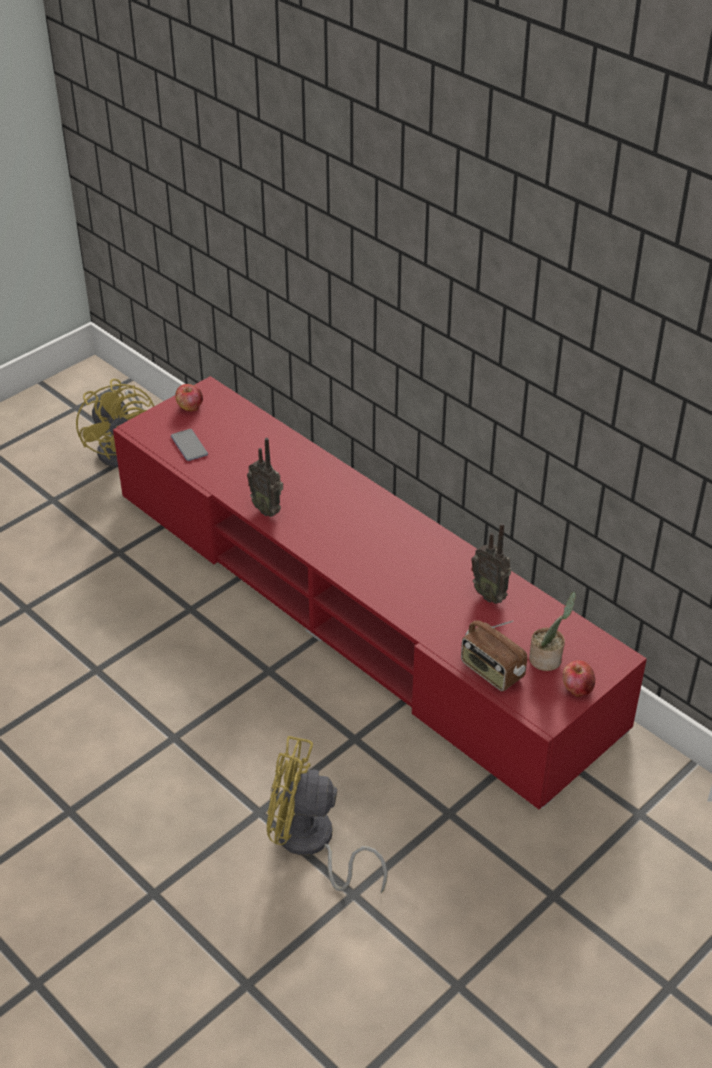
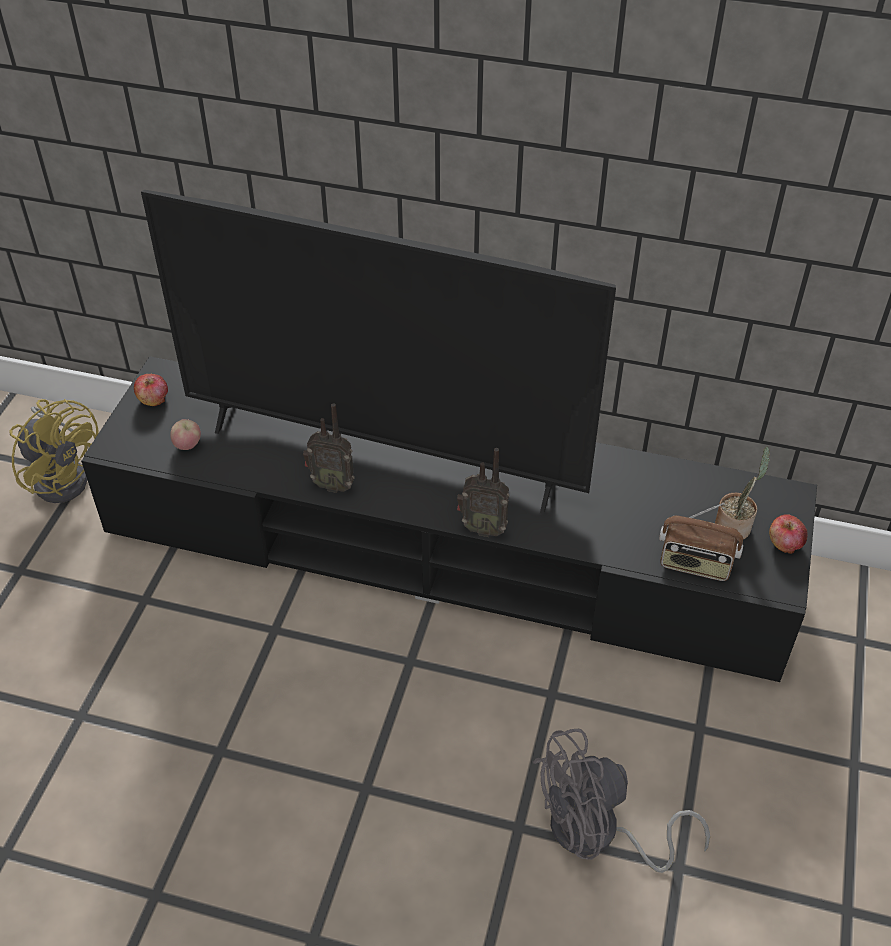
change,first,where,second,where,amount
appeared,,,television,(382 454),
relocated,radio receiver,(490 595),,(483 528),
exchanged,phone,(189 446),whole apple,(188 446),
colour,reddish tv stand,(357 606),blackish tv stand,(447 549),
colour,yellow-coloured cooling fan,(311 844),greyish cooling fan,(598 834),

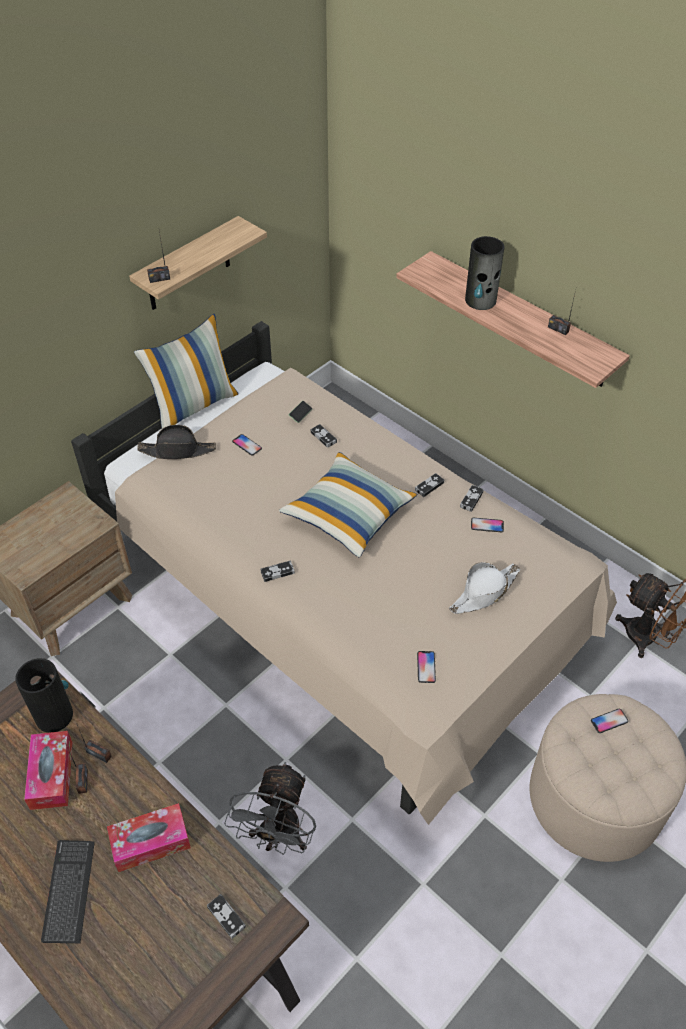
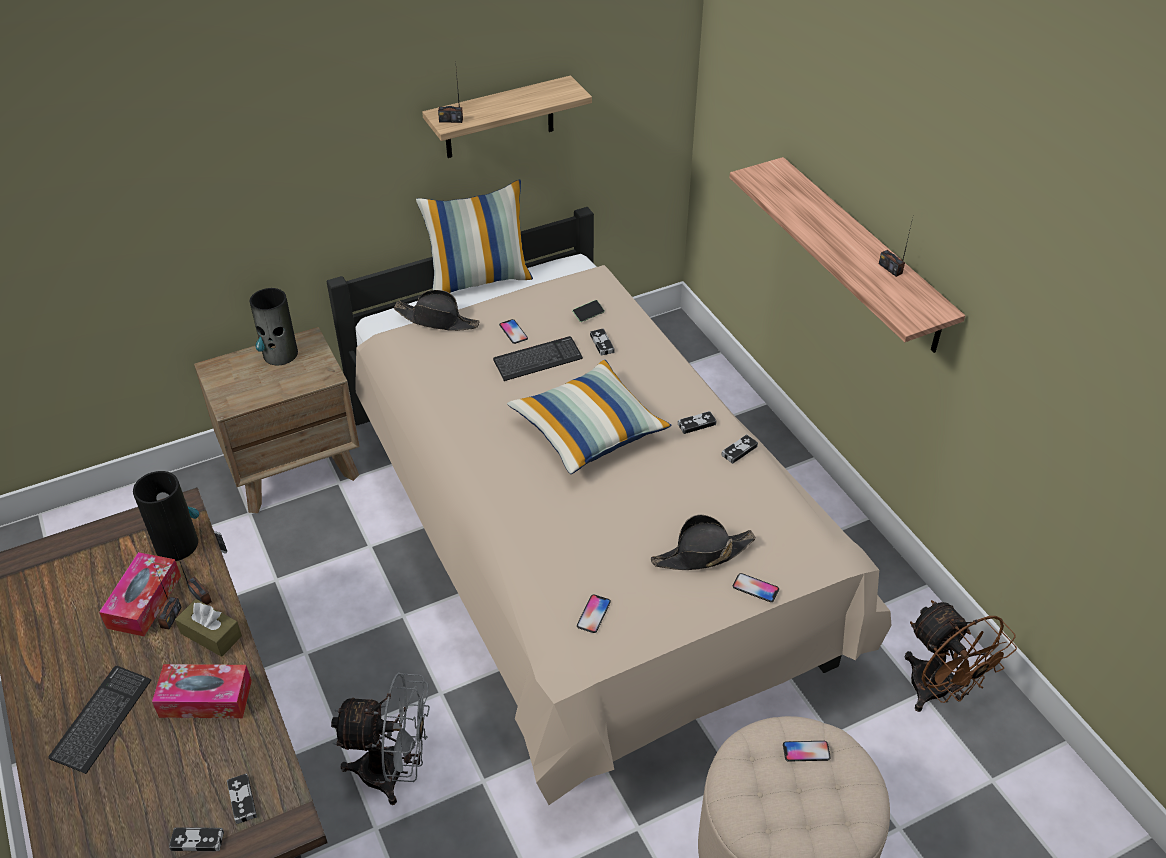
change,first,where,second,where,amount
appeared,,,brown box of tissues,(211 634),
appeared,,,PC keyboard,(537 360),
relocated,joypad,(277 572),,(197 841),
relocated,vase,(481 300),,(280 354),
relocated,phone,(487 525),,(755 588),
colour,white-coloured clothing hat,(484 593),blackish clothing hat,(702 554),
spun,greyish cooling fan,(278 837),,(394 772),120 degrees counterclockwise

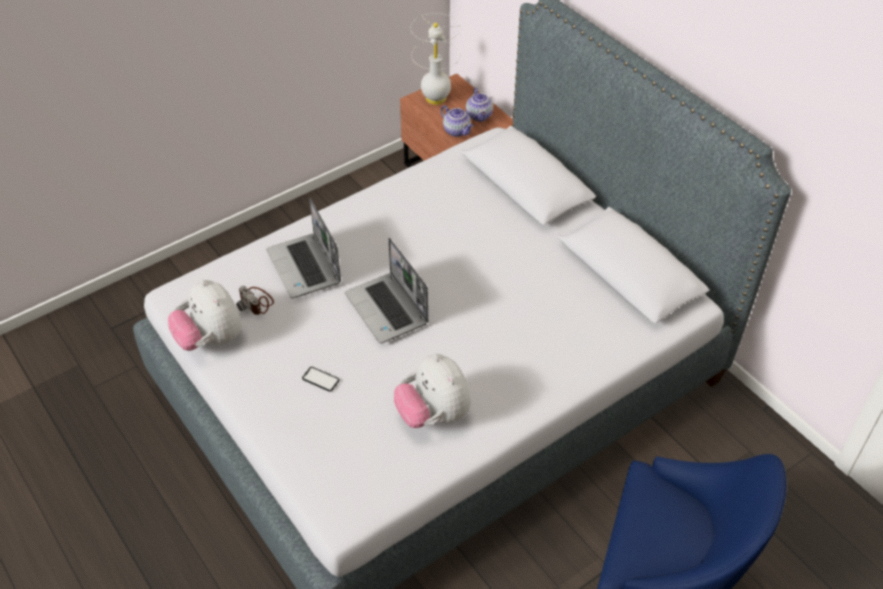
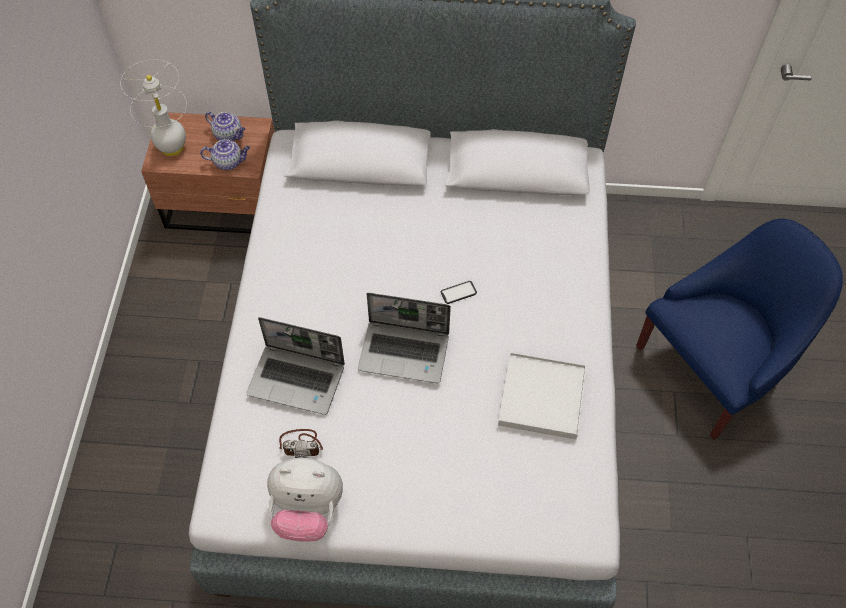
change,first,where,second,where,amount
relocated,phone,(320 379),,(458 292),
exchanged,plush toy,(433 414),white-coloured serving tray,(542 397),

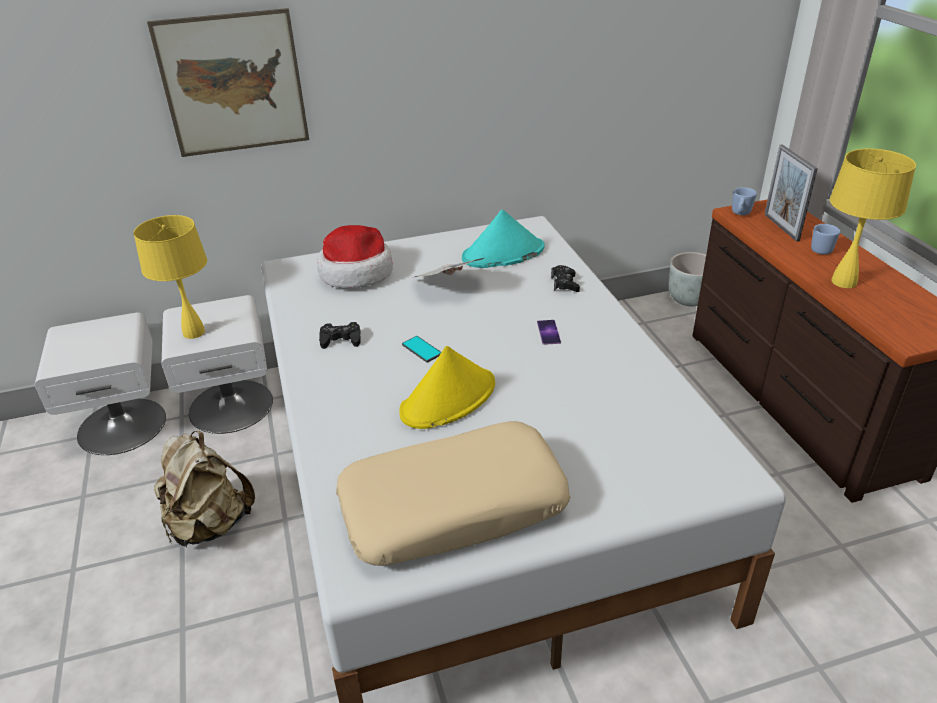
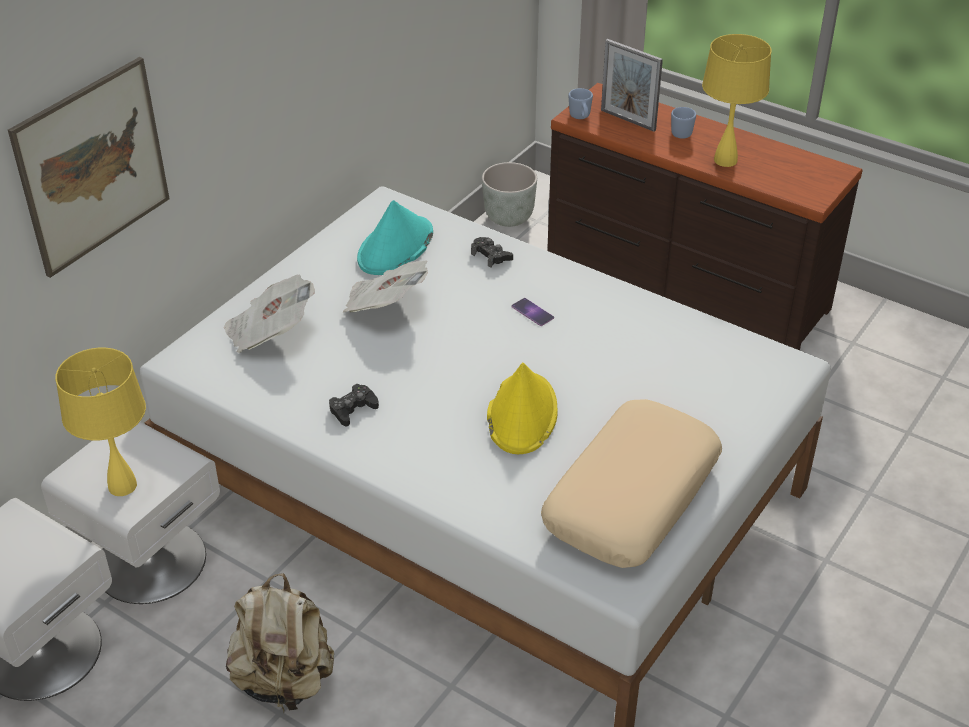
change,first,where,second,where,amount
missing,phone,(422 349),,,
exchanged,clothing hat,(356 272),daily paper,(270 332),

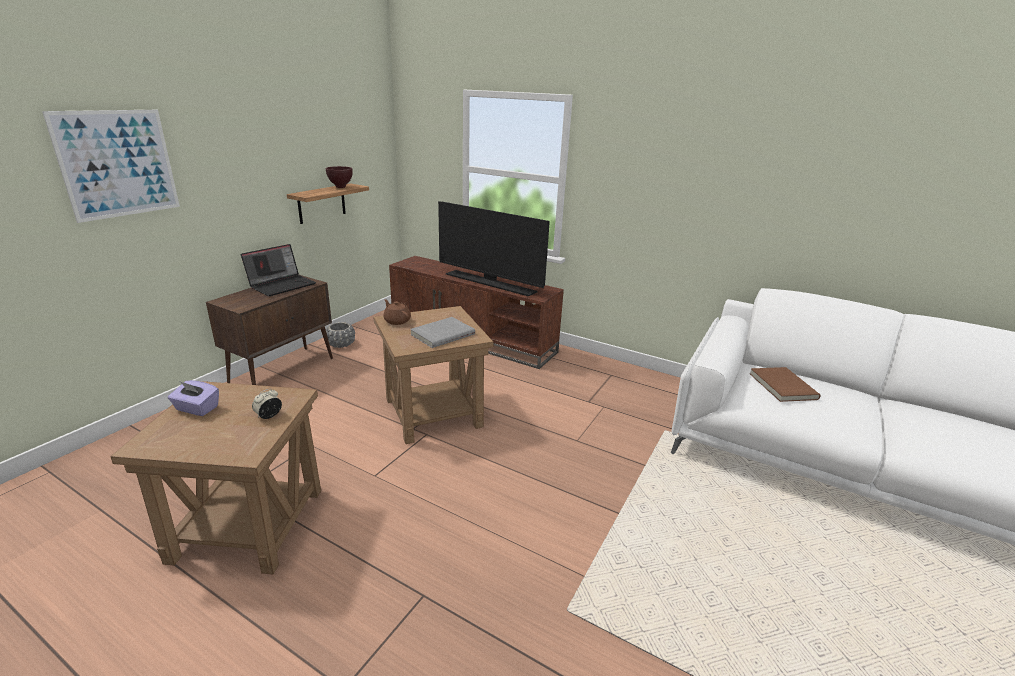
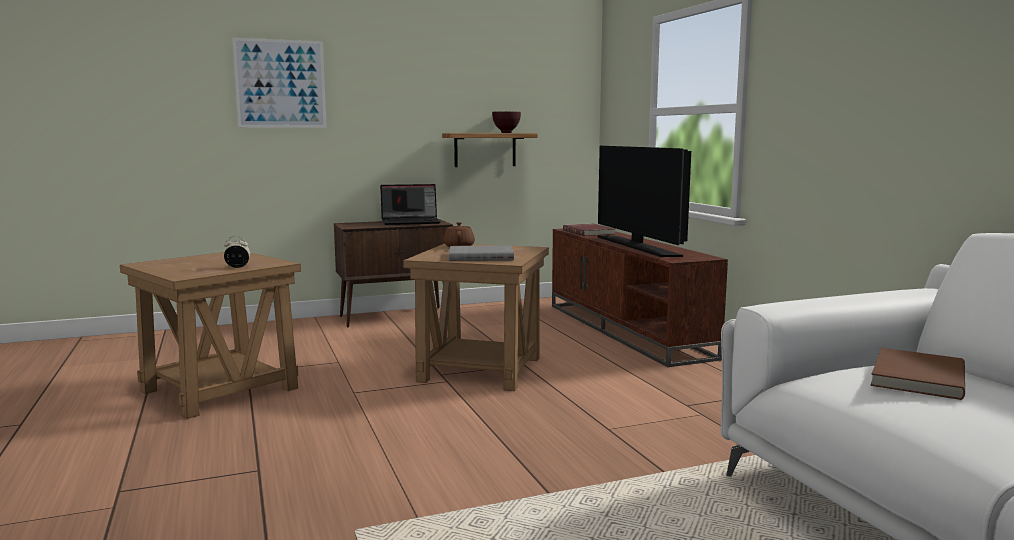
change,first,where,second,where,amount
missing,purple-coloured box of tissues,(197 408),,,
missing,greyish planter,(341 344),,,
appeared,,,reddish volume,(589 232),

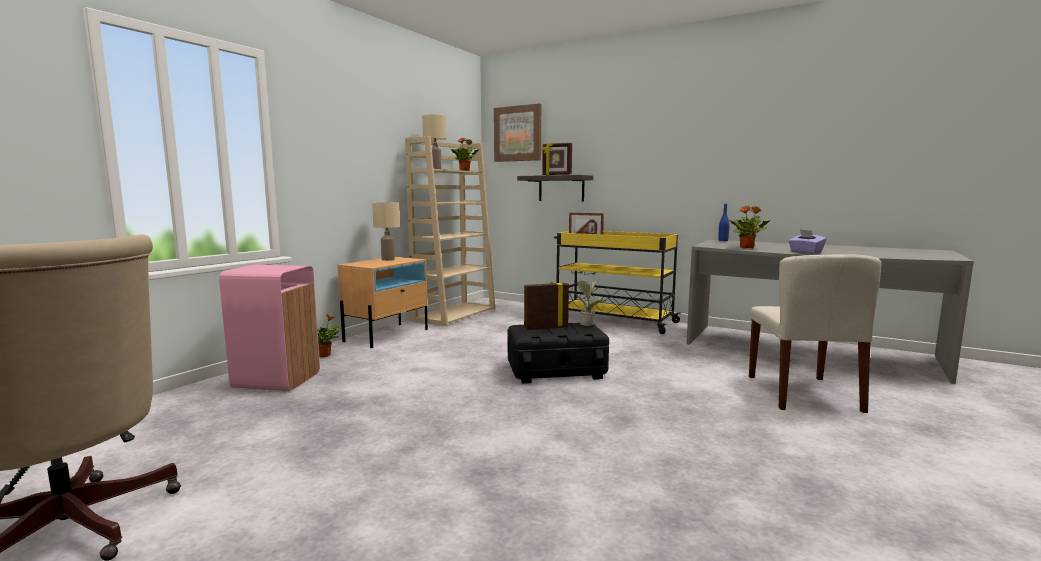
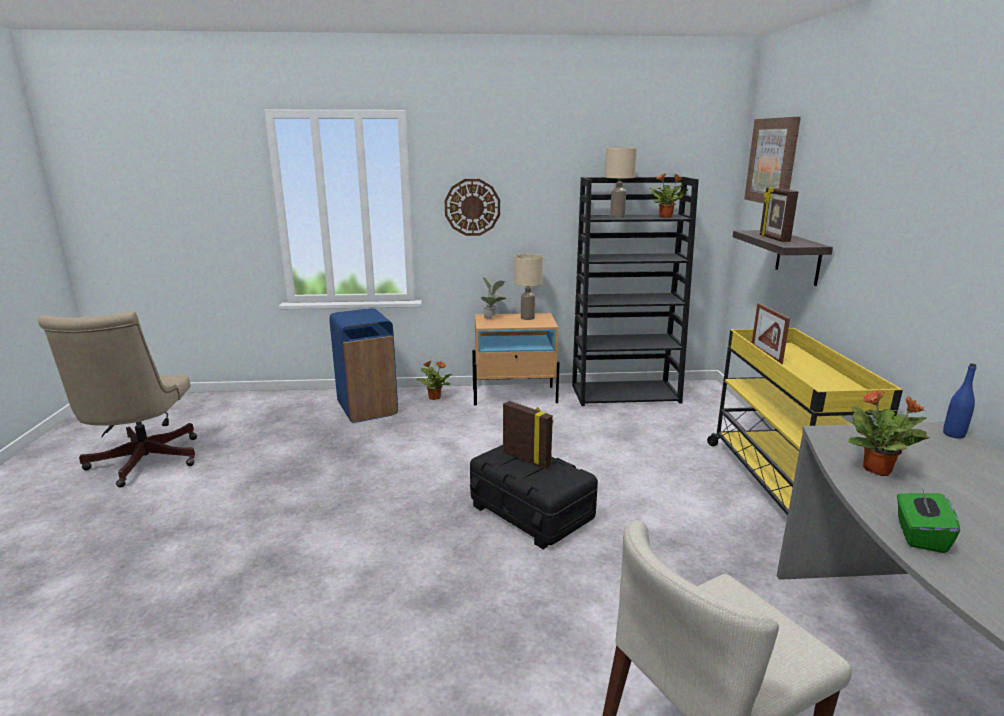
change,first,where,second,where,amount
appeared,,,clock on the wall,(472 207),
relocated,houseplant,(589 323),,(493 317),
colour,pink-coloured trash can,(277 381),bluish trash can,(367 409),
colour,beige-coloured bookshelf,(455 314),blackish bookshelf,(626 393),
colour,purple-coloured box of tissues,(805 252),green-coloured box of tissues,(919 535),

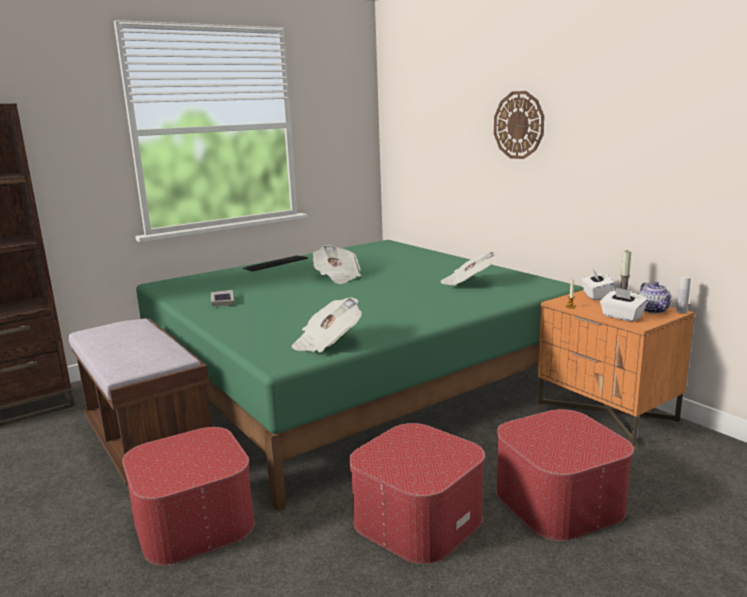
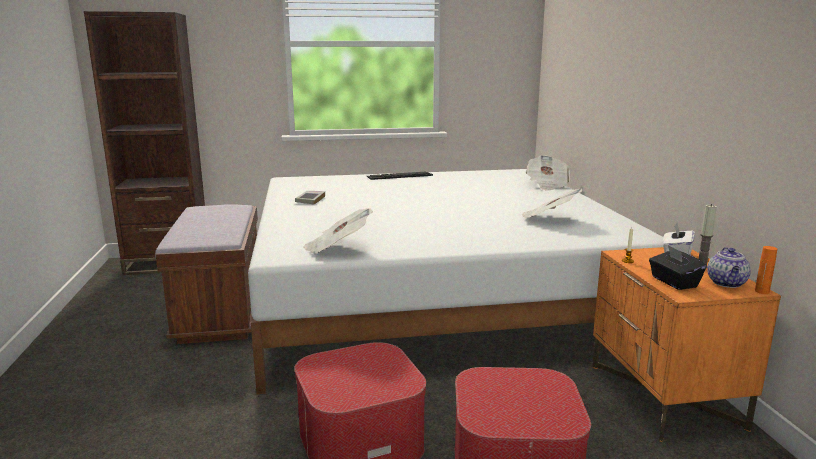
change,first,where,second,where,amount
missing,footrest,(193 521),,,
missing,clock on the wall,(518 125),,,
relocated,daily paper,(337 277),,(547 185),
colour,green-coloured sleeping bed,(353 378),white-coloured sleeping bed,(432 297),
colour,white-coloured box of tissues,(621 317),blackish box of tissues,(673 282),
colour,white-coloured drink bottle,(681 312),orange-coloured drink bottle,(762 291),

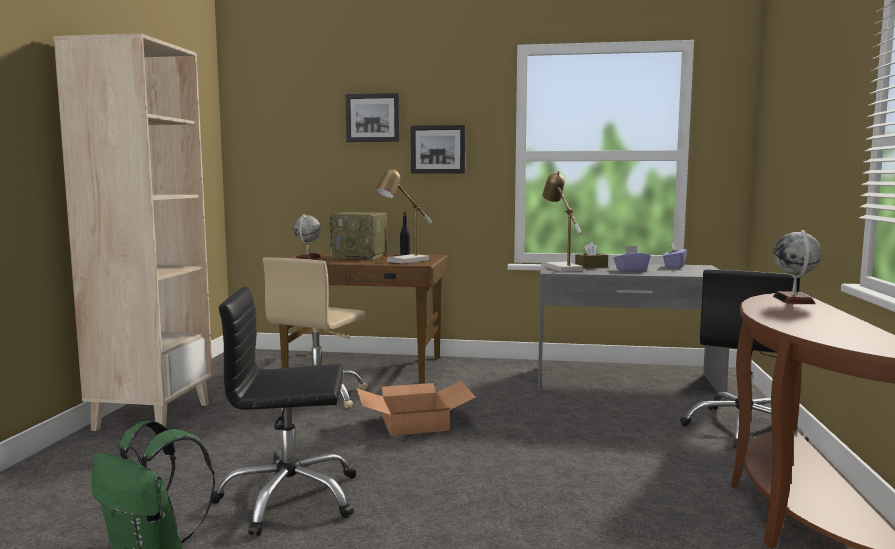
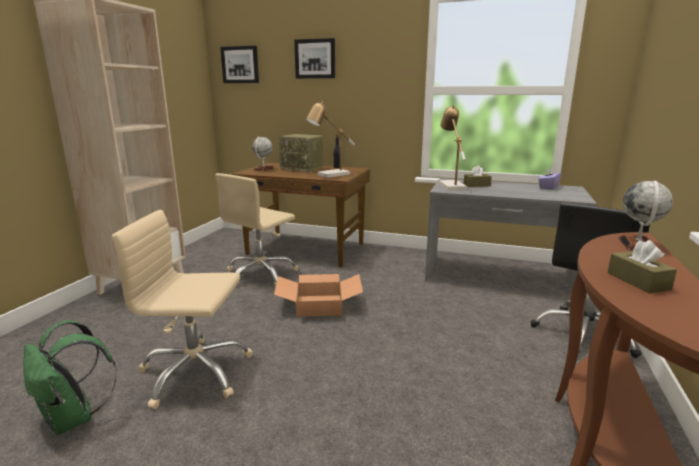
change,first,where,second,where,amount
missing,purple-coloured box of tissues,(631 270),,,
appeared,,,brown box of tissues,(638 281),
relocated,wall art,(438 149),,(240 65),
colour,blackish office chair,(289 498),beige-coloured office chair,(195 372),

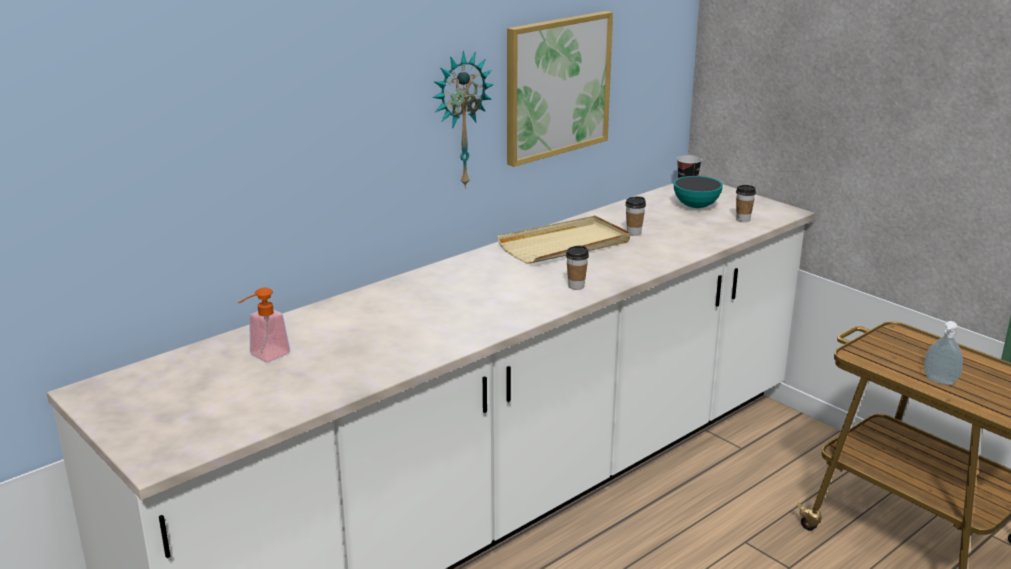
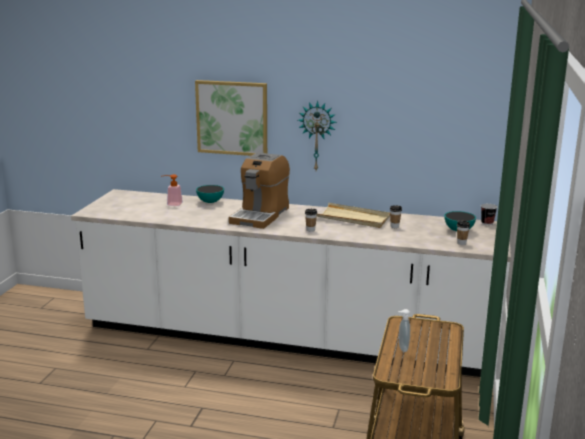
change,first,where,second,where,amount
appeared,,,serving bowl,(210 202),
appeared,,,coffee maker,(260 215),
relocated,wall art,(556 86),,(232 118),

